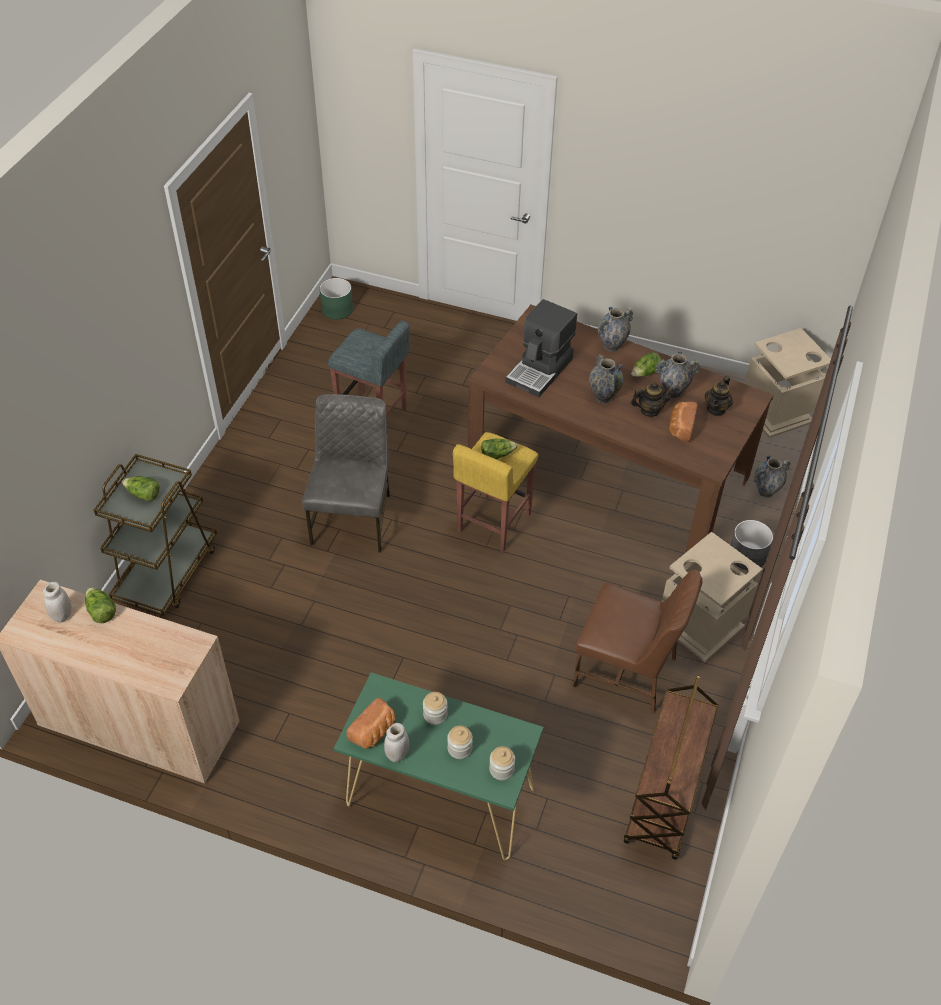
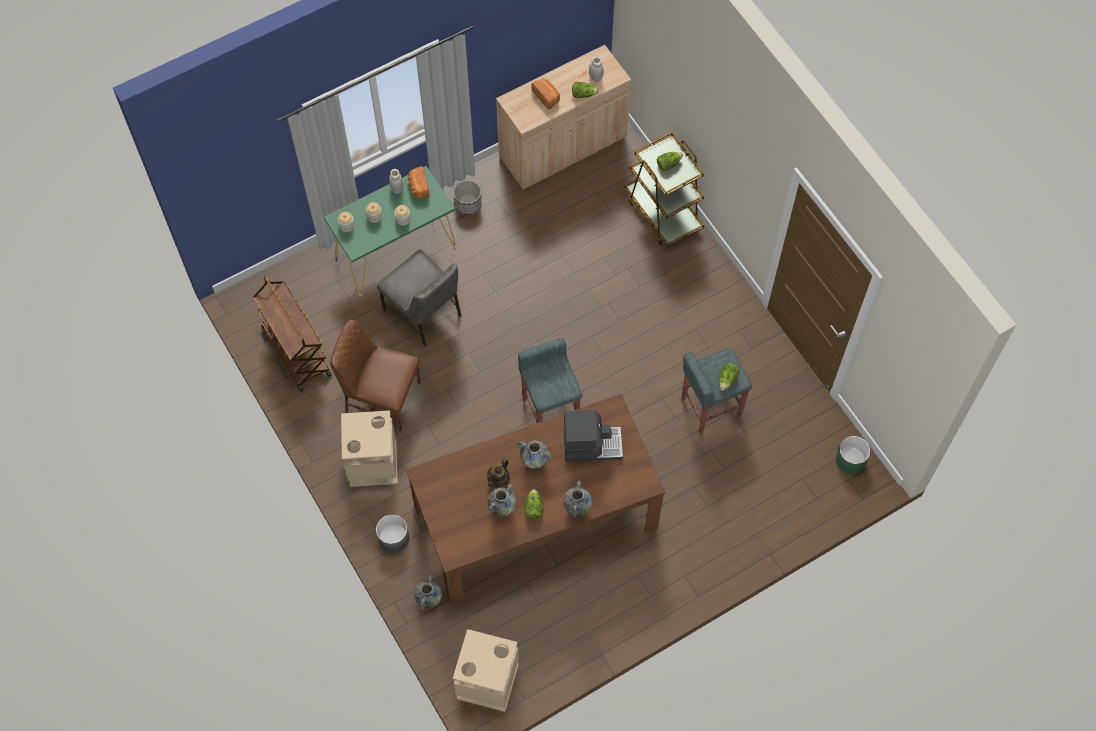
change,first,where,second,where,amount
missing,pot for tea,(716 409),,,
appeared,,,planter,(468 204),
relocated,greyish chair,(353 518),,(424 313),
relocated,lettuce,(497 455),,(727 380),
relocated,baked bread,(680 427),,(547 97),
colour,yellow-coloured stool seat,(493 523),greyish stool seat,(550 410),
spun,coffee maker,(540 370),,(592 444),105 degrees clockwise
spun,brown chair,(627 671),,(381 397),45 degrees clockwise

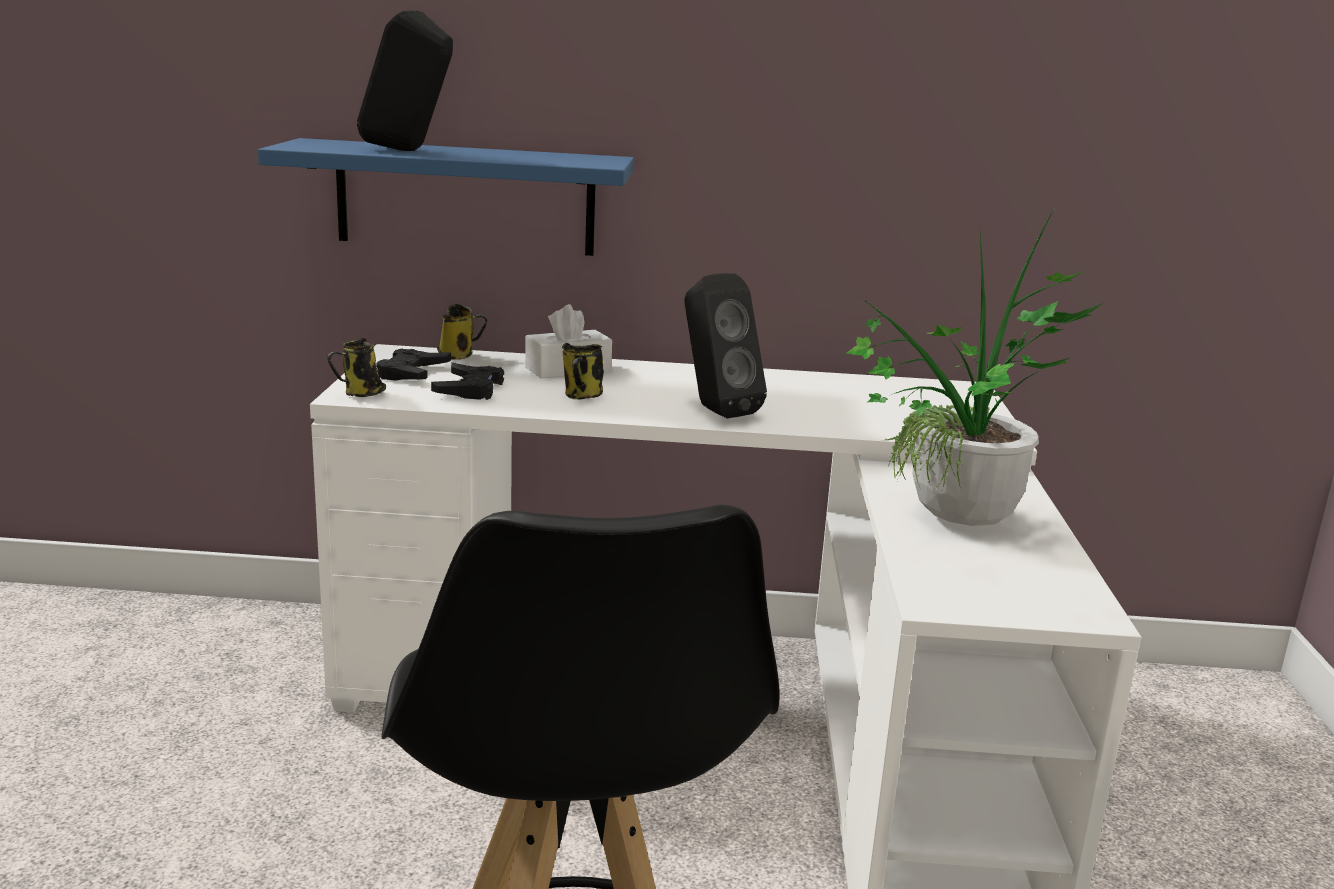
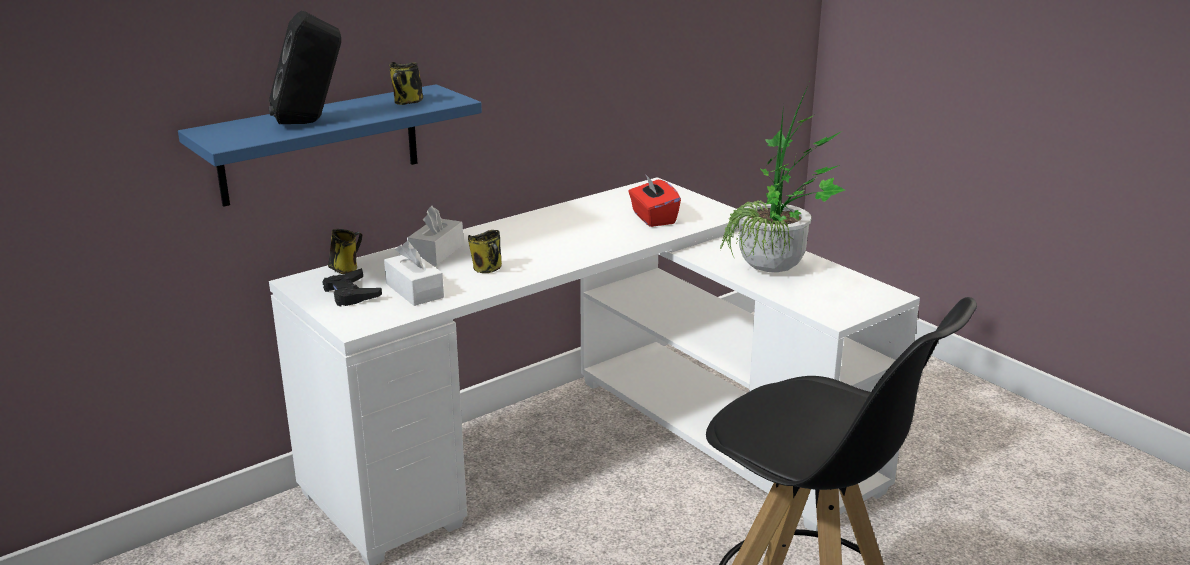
change,first,where,second,where,amount
missing,blackish audio speaker,(714 411),,,
appeared,,,reddish box of tissues,(653 218),
relocated,coffee mug,(361 394),,(407 103),
exchanged,blackish joypad,(470 389),white-coloured box of tissues,(414 290),

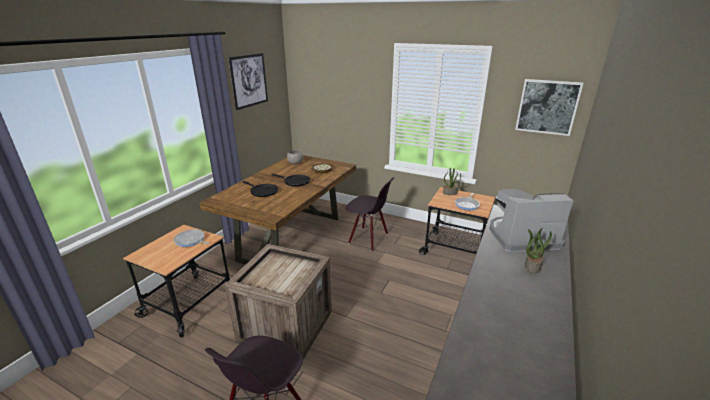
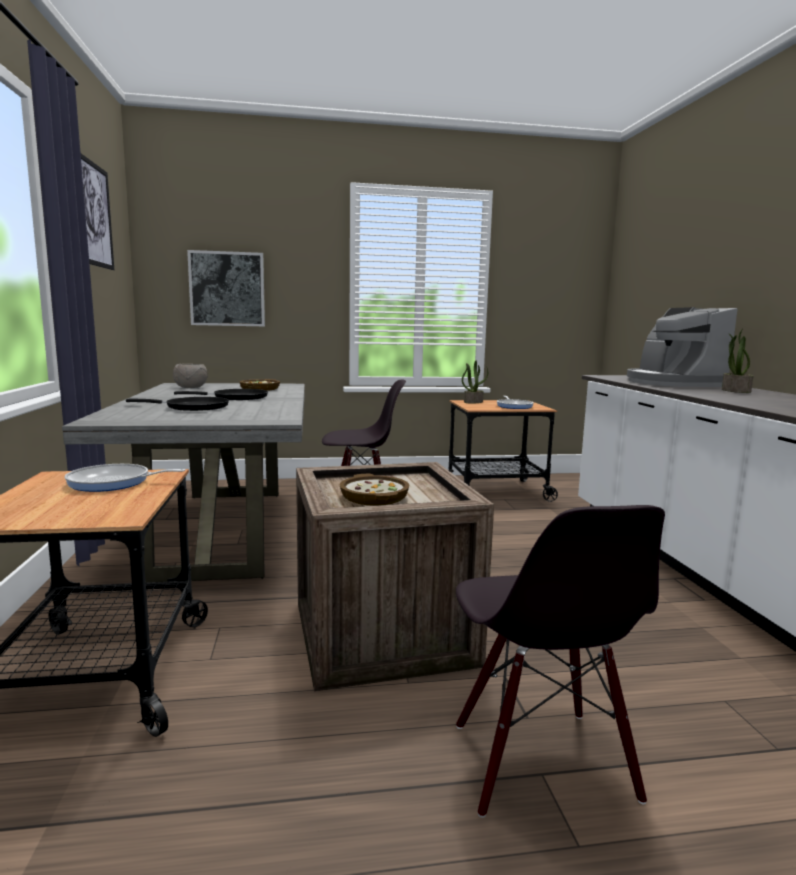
change,first,where,second,where,amount
appeared,,,serving bowl,(373 497),
relocated,wall art,(547 107),,(227 289),
colour,brown kitchen table,(291 239),greyish kitchen table,(222 531),
spun,coffee maker,(521 237),,(671 383),60 degrees counterclockwise

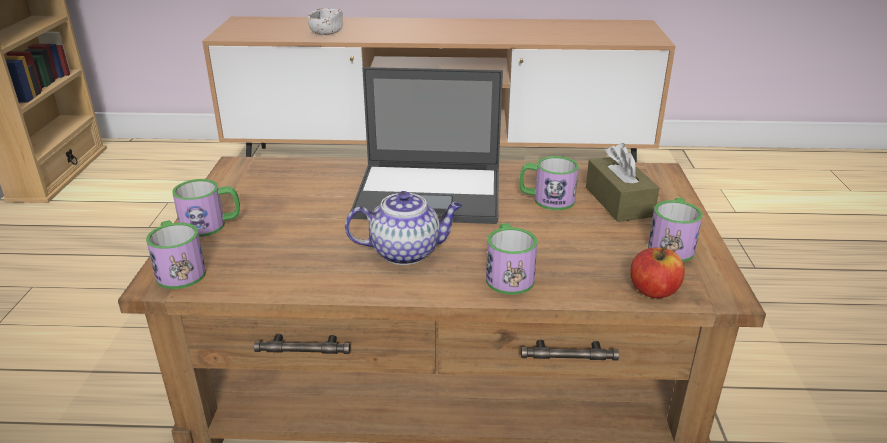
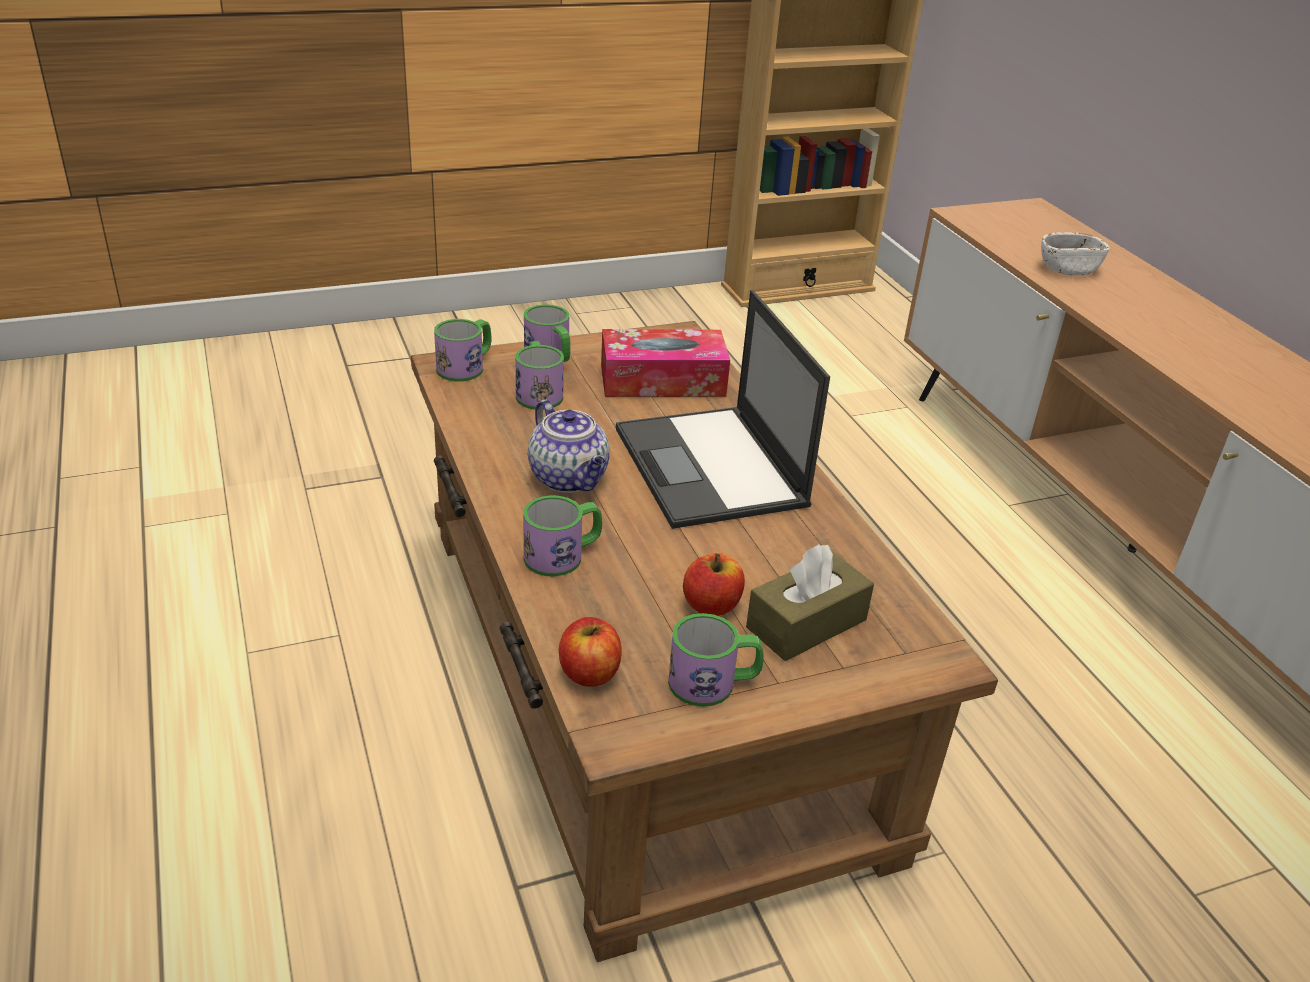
change,first,where,second,where,amount
appeared,,,box of tissues,(662 380),
appeared,,,whole apple,(711 605),
relocated,coffee mug,(546 199),,(538 392),

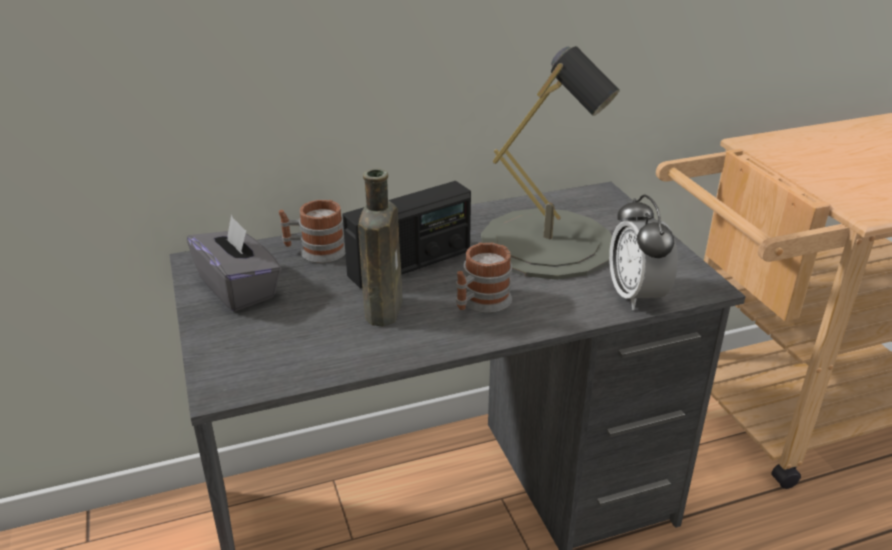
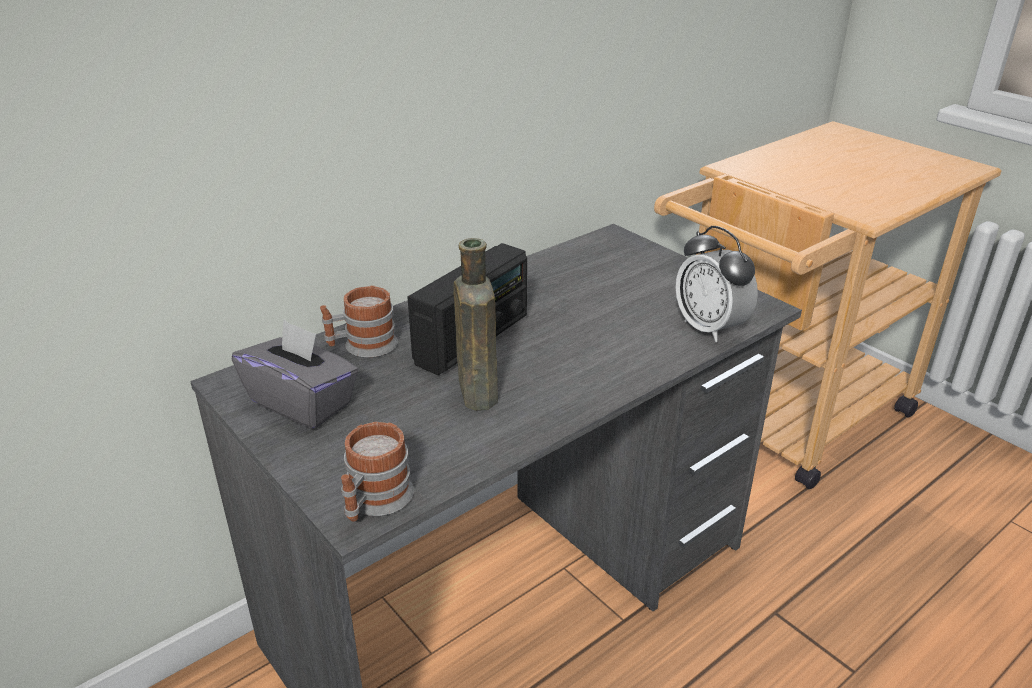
change,first,where,second,where,amount
missing,greyish tabletop lamp,(547 243),,,
relocated,coffee mug,(480 303),,(374 502),

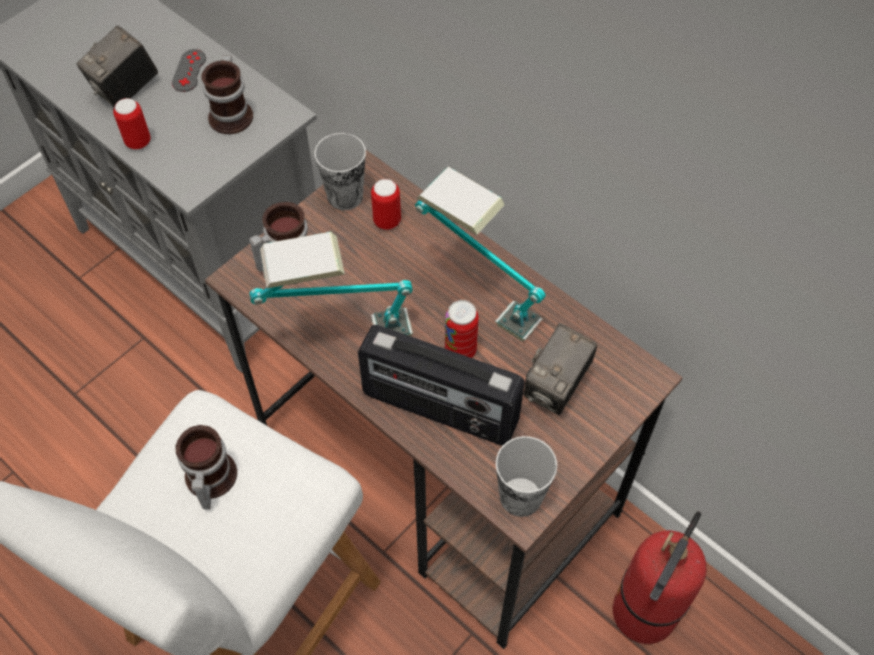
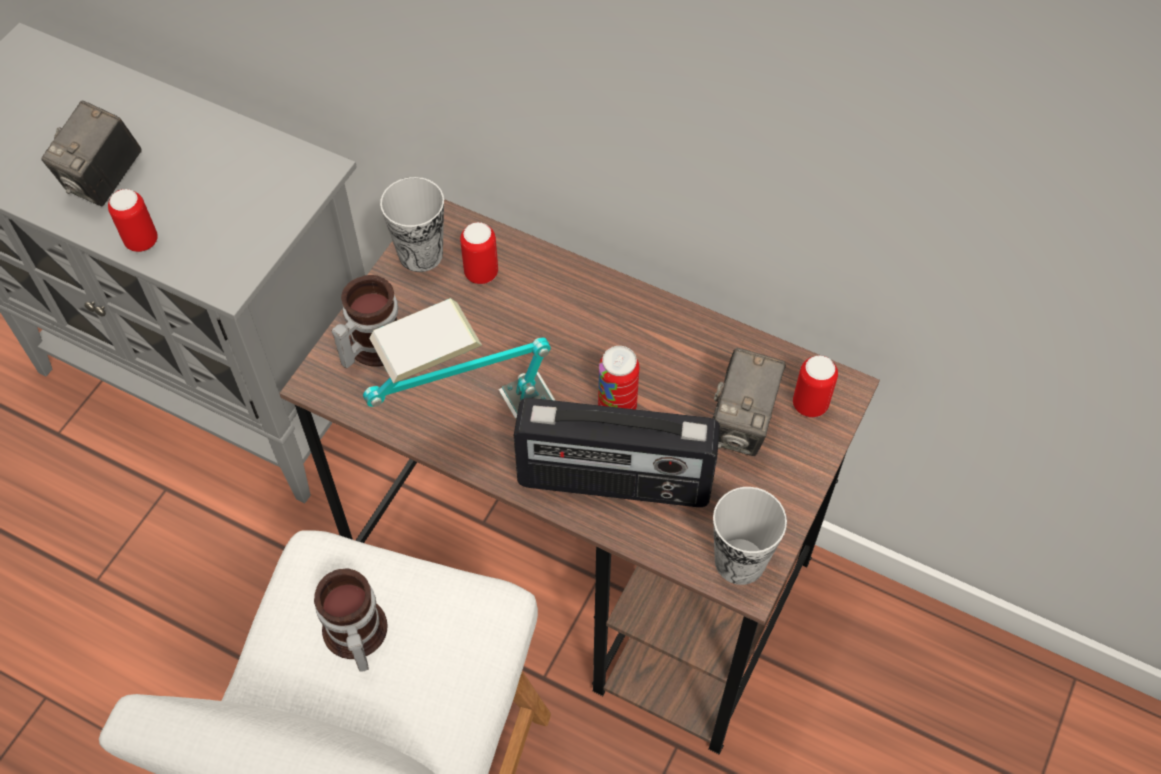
change,first,where,second,where,amount
missing,greyish joypad,(189 70),,,
missing,coffee mug,(233 113),,,
missing,tabletop lamp,(476 295),,,
missing,fire extinguisher,(644 613),,,
appeared,,,can,(810 404),

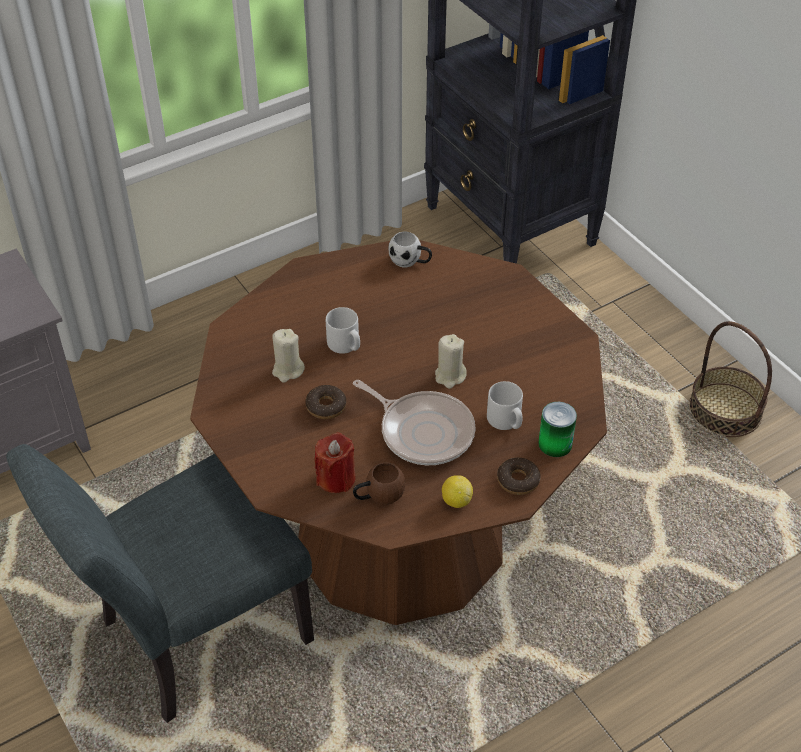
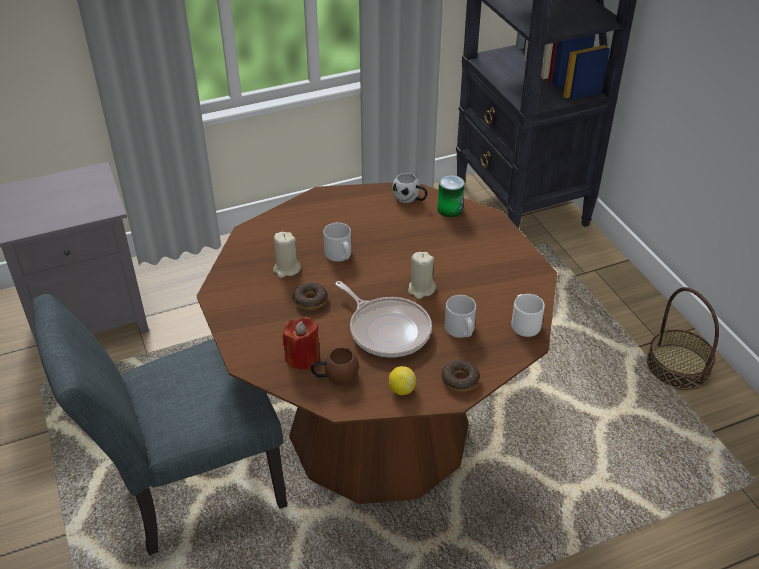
change,first,where,second,where,amount
appeared,,,white-coloured coffee mug,(524 324),
relocated,can,(555 444),,(449 209),

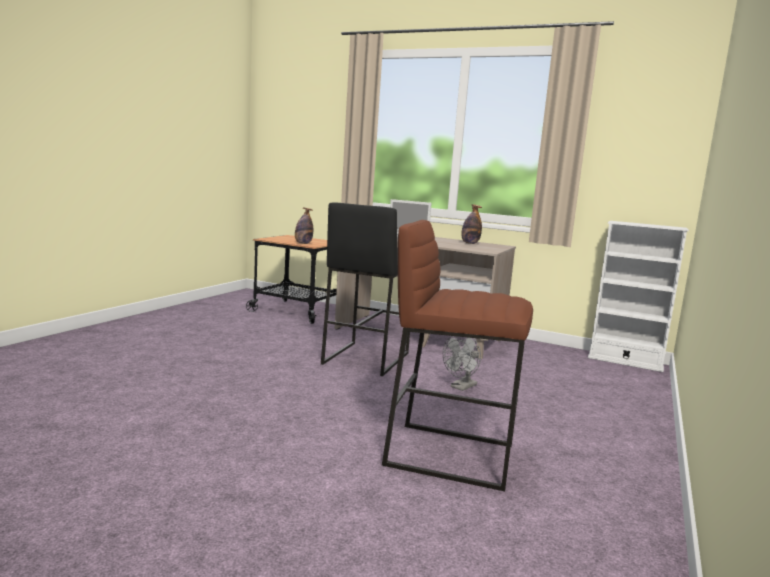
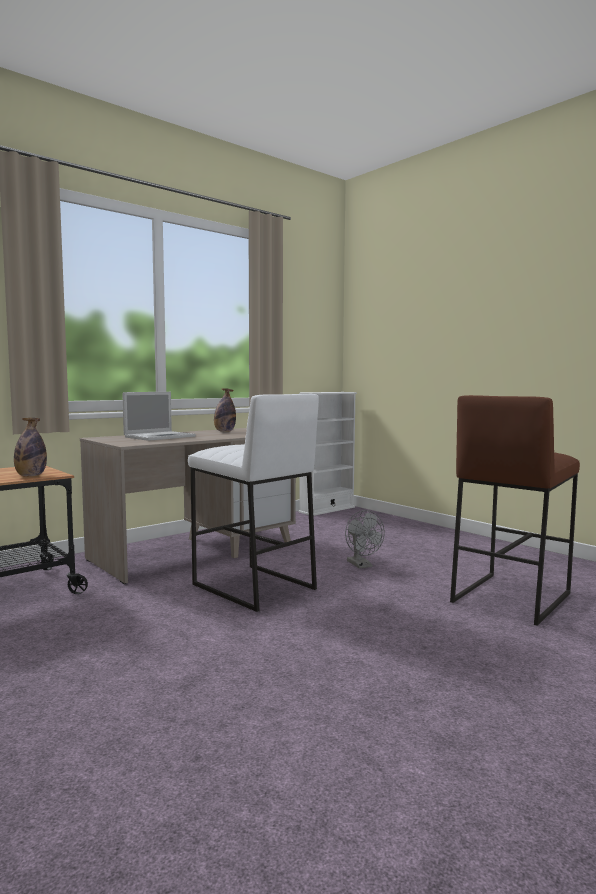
change,first,where,second,where,amount
colour,blackish stool seat,(365 358),white-coloured stool seat,(252 587),

